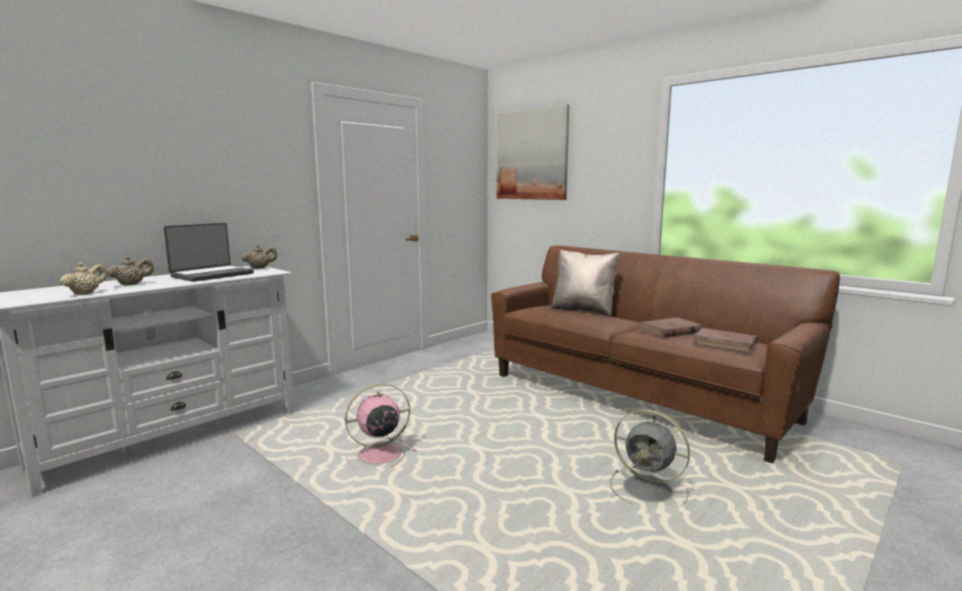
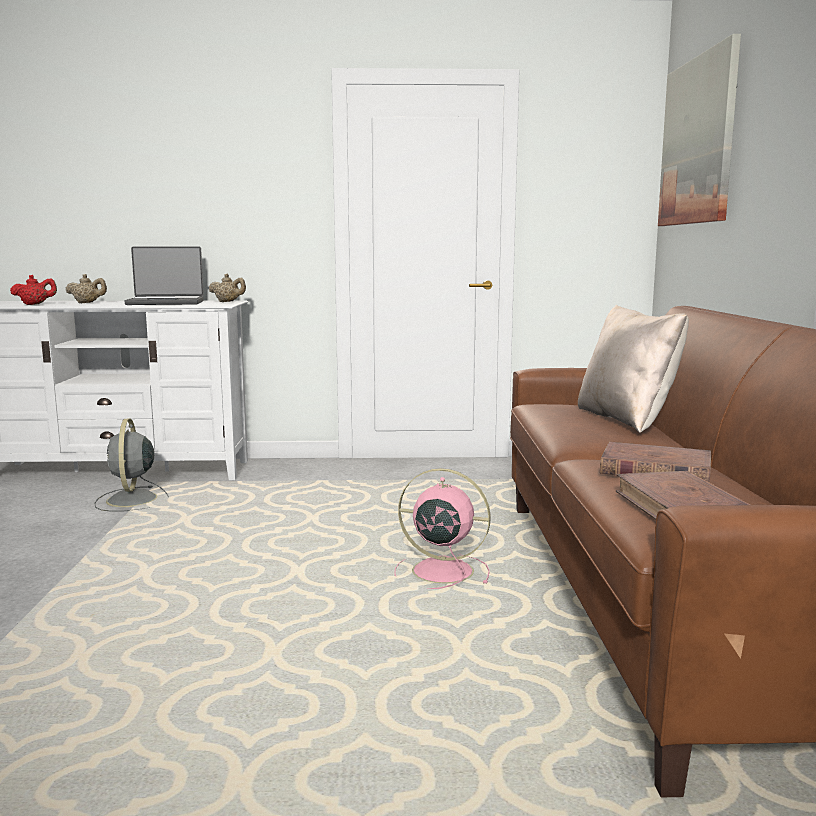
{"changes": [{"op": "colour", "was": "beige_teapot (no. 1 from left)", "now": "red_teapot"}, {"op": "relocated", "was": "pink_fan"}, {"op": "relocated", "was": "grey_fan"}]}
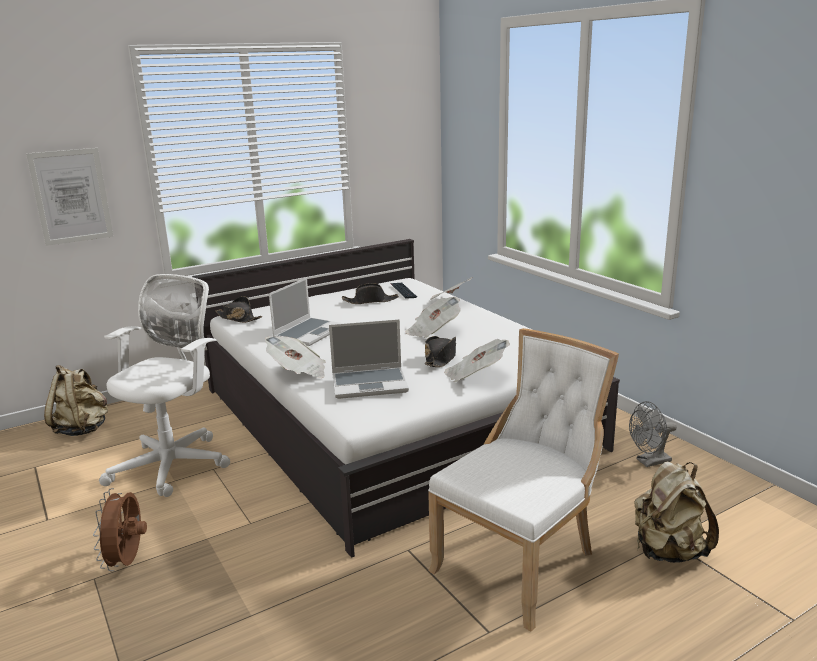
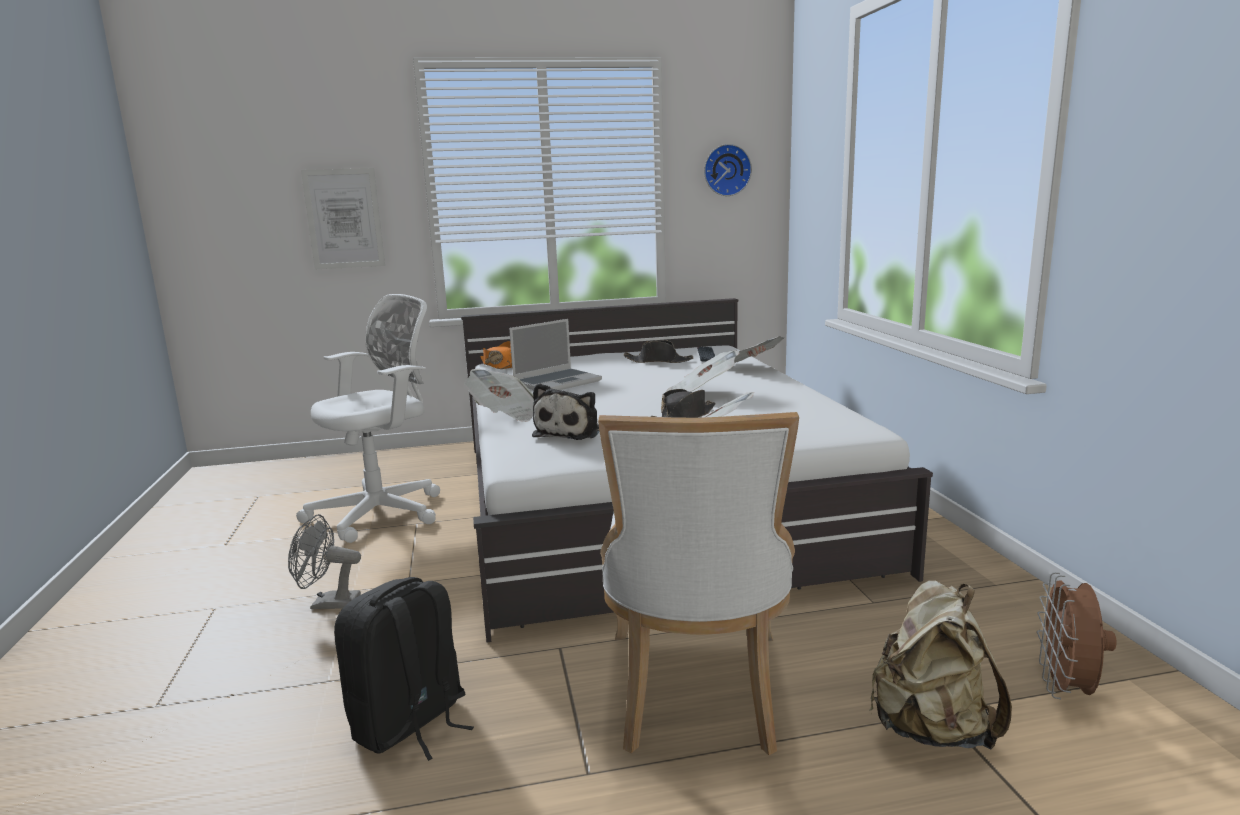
{"changes": [{"op": "missing", "was": "beige_backpack (no. 1 from left)"}, {"op": "relocated", "was": "brown_fan"}, {"op": "colour", "was": "black_hat (no. 1 from left)", "now": "orange_hat"}, {"op": "exchanged", "was": "laptop (no. 2 from left)", "now": "plush_toy"}, {"op": "spun", "was": "white_chair", "clockwise": 120}, {"op": "relocated", "was": "grey_fan"}, {"op": "appeared", "now": "black_backpack"}, {"op": "appeared", "now": "wall_clock"}]}
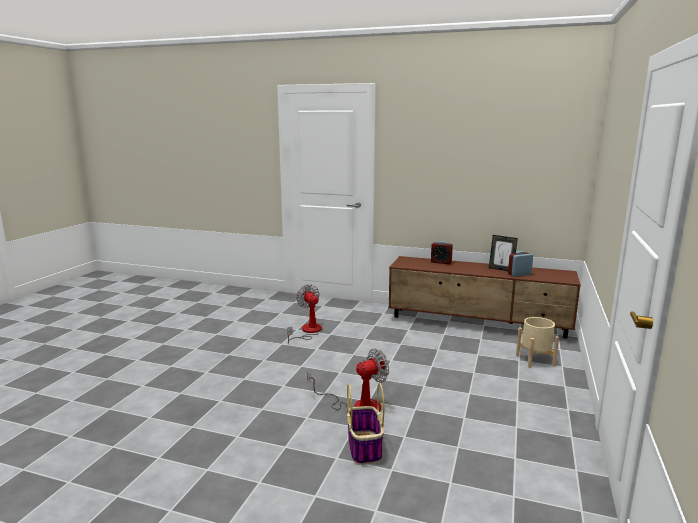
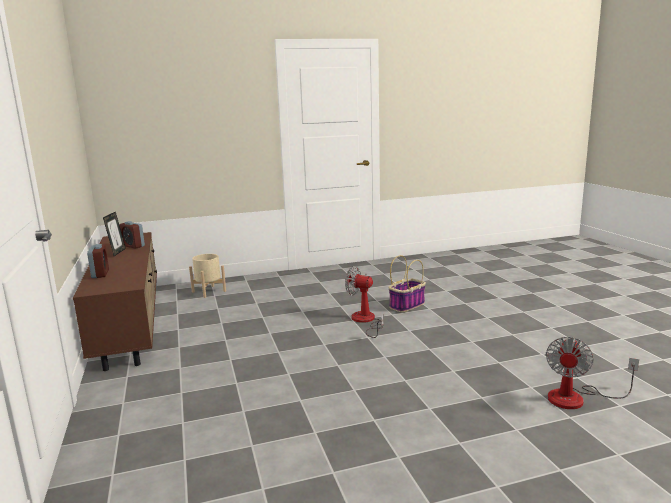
{"changes": [{"op": "relocated", "was": "fan (no. 1 from left in the first image)", "now": "fan (no. 2 from left)"}]}
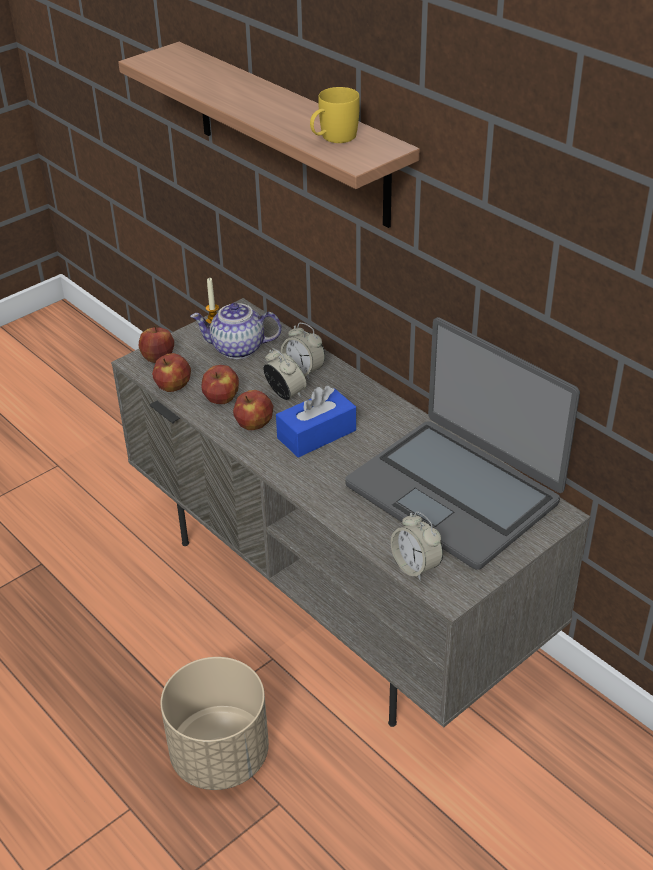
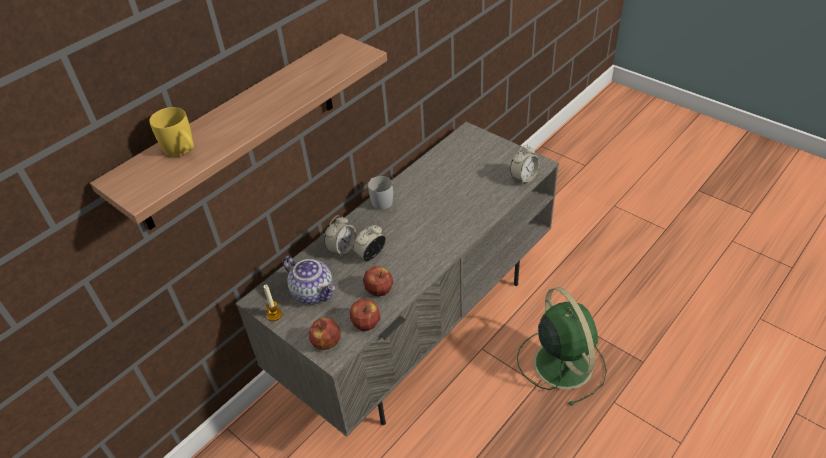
{"changes": [{"op": "exchanged", "was": "beige_planter", "now": "green_fan"}, {"op": "spun", "was": "teapot", "clockwise": -45}, {"op": "missing", "was": "apple (no. 4 from left)"}, {"op": "missing", "was": "blue_tissue_box"}, {"op": "relocated", "was": "yellow_mug"}, {"op": "missing", "was": "laptop"}, {"op": "appeared", "now": "white_mug"}]}
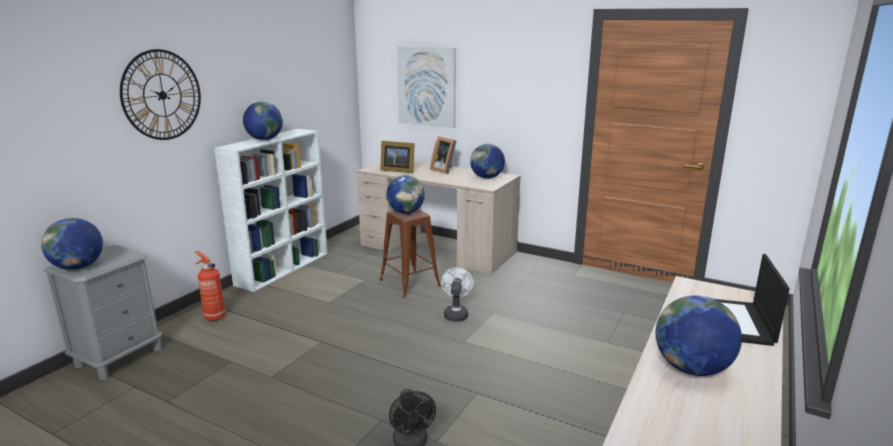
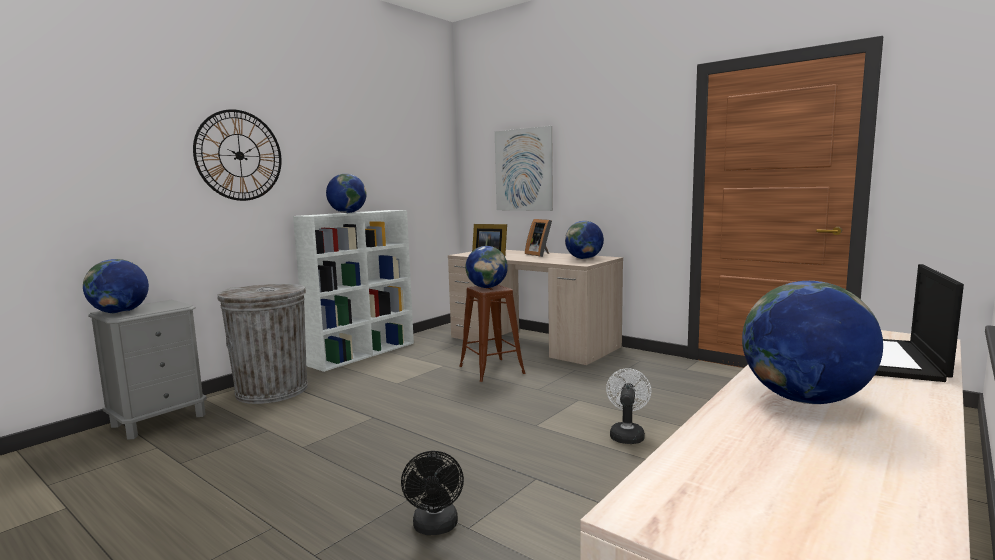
{"changes": [{"op": "exchanged", "was": "fire_extinguisher", "now": "grey_trash_can"}, {"op": "relocated", "was": "white_fan"}]}
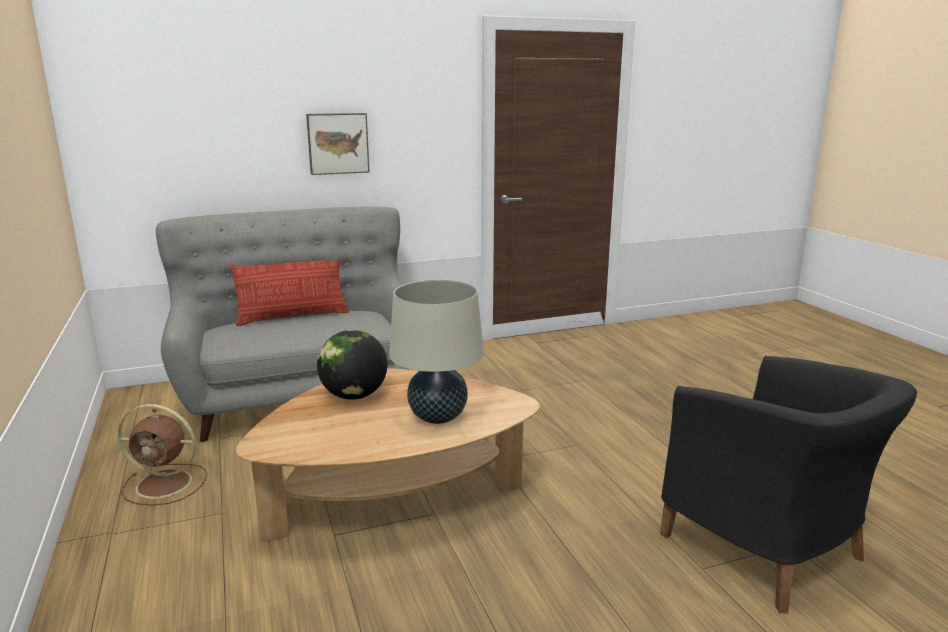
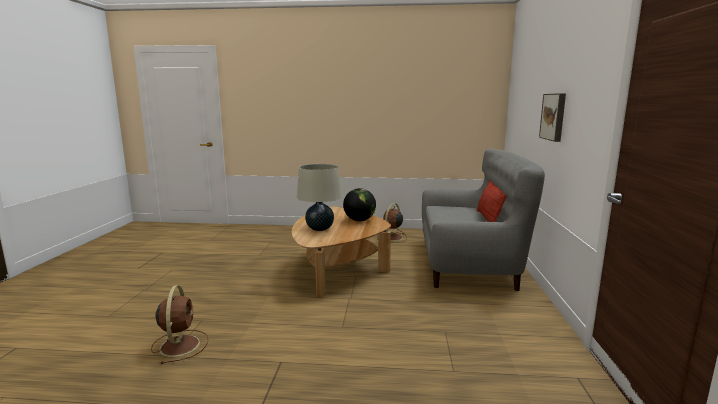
{"changes": [{"op": "exchanged", "was": "black_armchair", "now": "brown_fan (no. 1 from left)"}]}
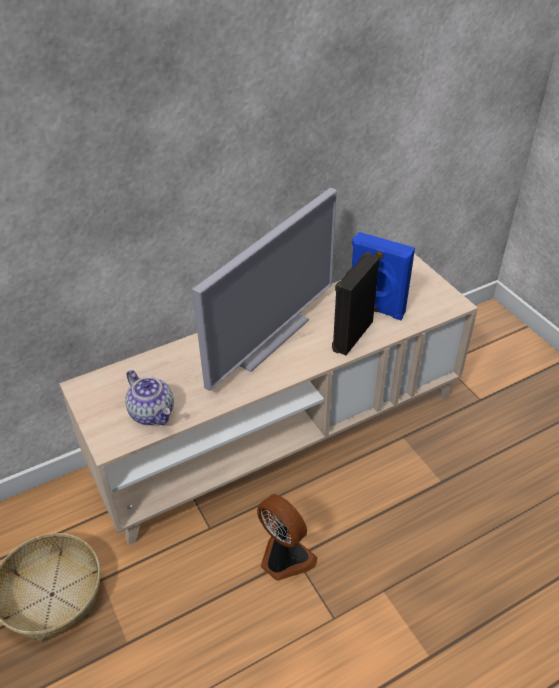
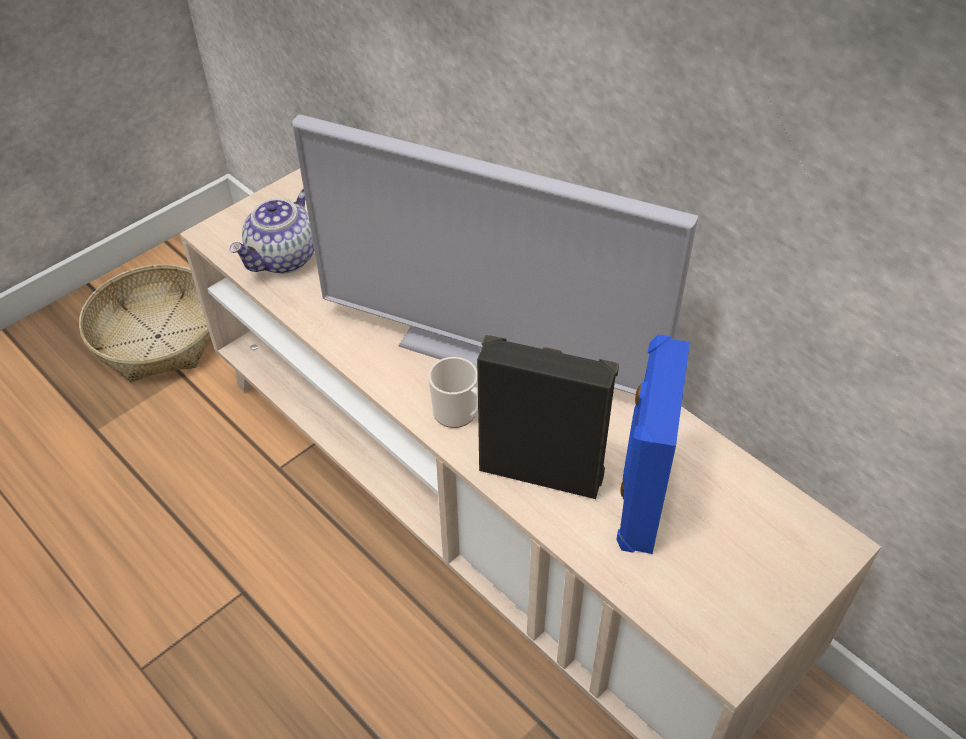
{"changes": [{"op": "missing", "was": "fan"}, {"op": "appeared", "now": "mug"}]}
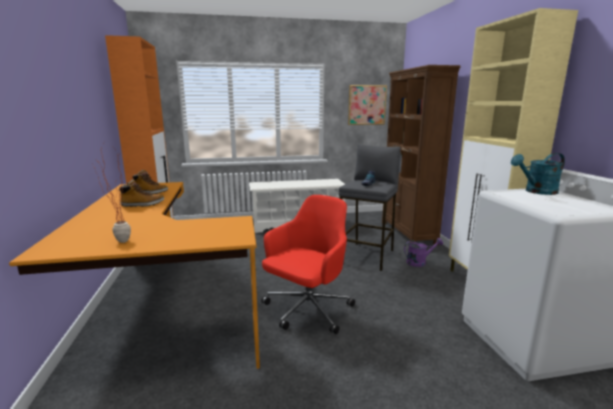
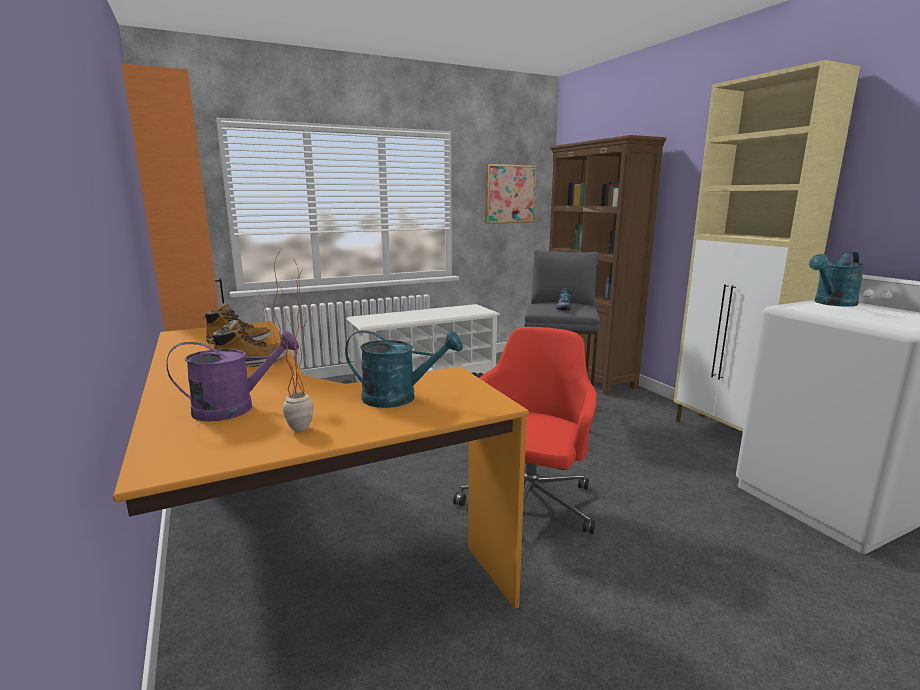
{"changes": [{"op": "relocated", "was": "purple_watering_can"}, {"op": "appeared", "now": "turquoise_watering_can (no. 1 from left)"}]}
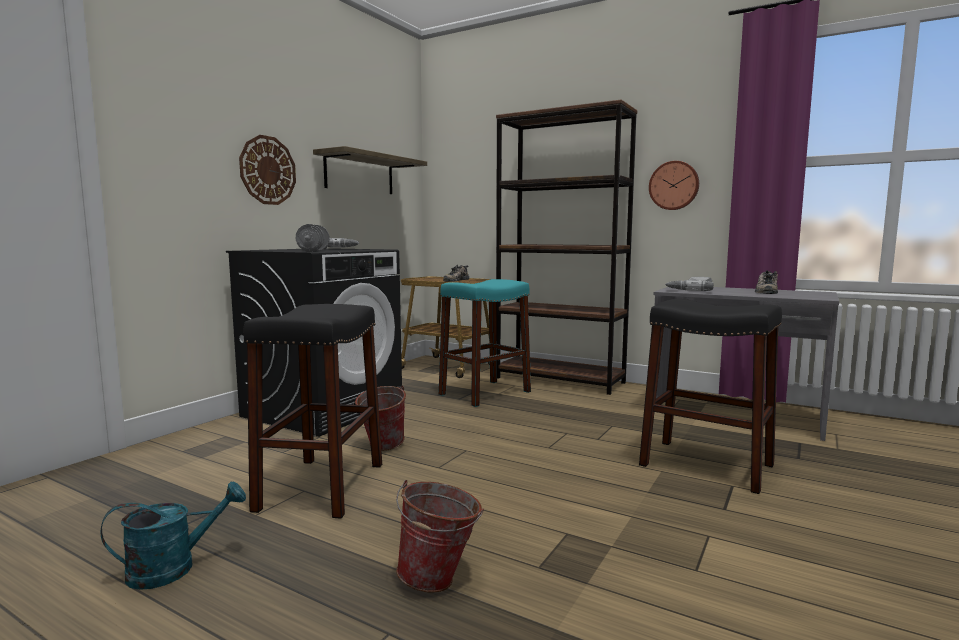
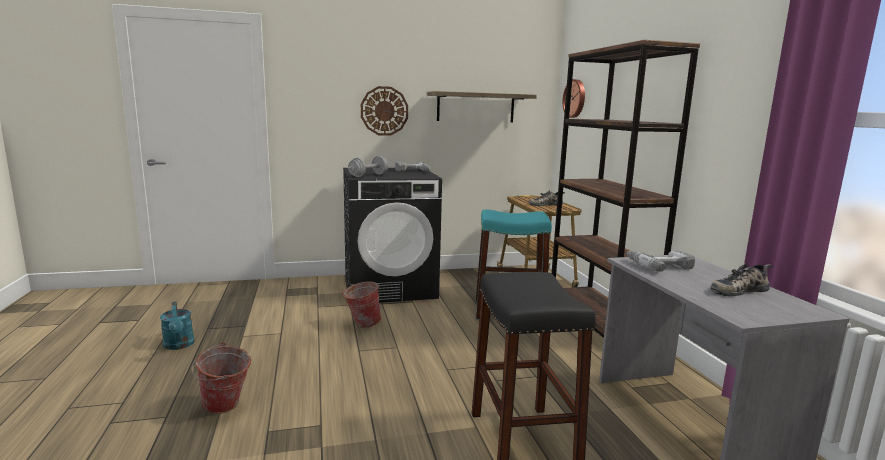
{"changes": [{"op": "spun", "was": "turquoise_watering_can", "clockwise": 45}, {"op": "missing", "was": "black_stool (no. 1 from left)"}, {"op": "relocated", "was": "wall_clock (no. 2 from left)"}]}
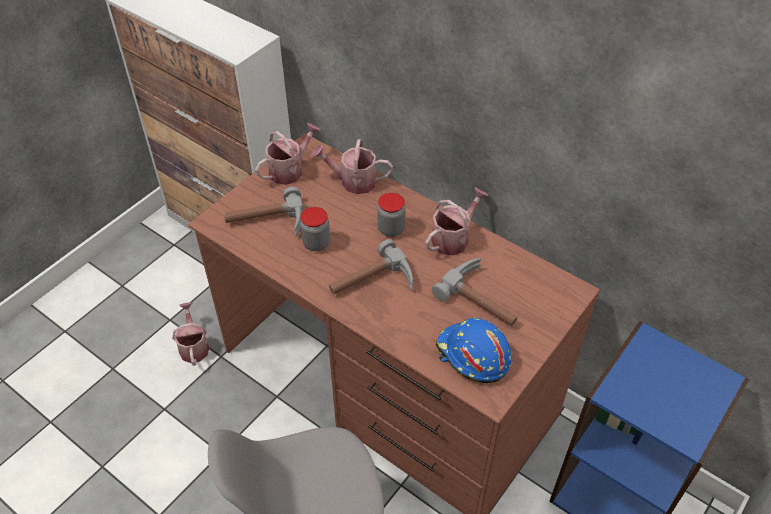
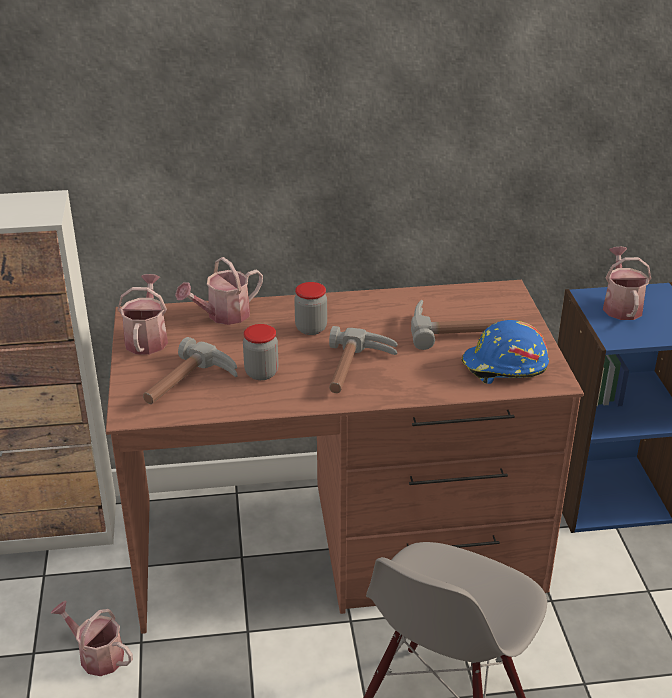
{"changes": [{"op": "relocated", "was": "watering_can (no. 4 from left)"}]}
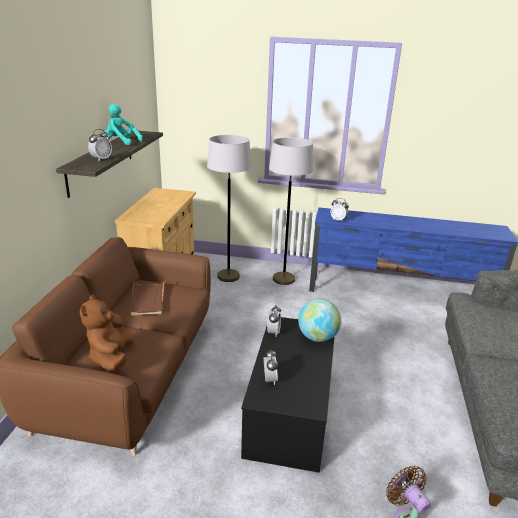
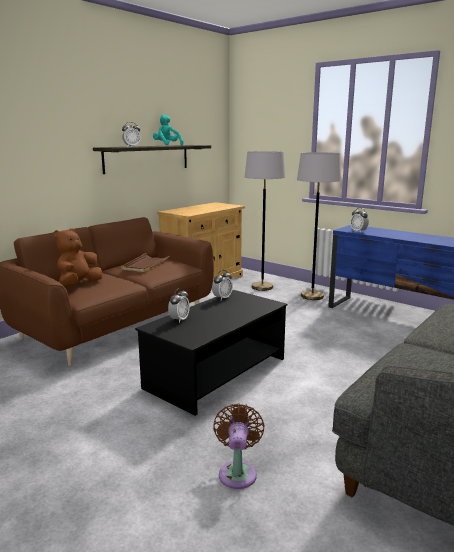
{"changes": [{"op": "missing", "was": "globe"}]}
